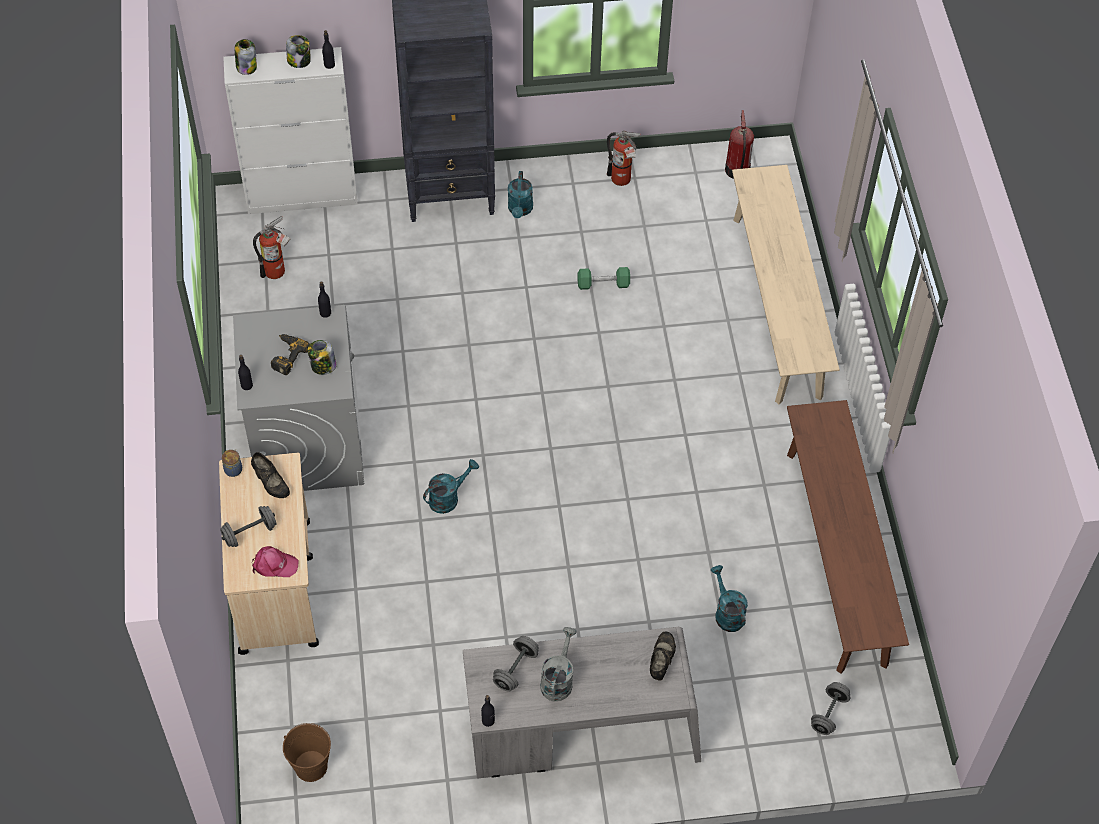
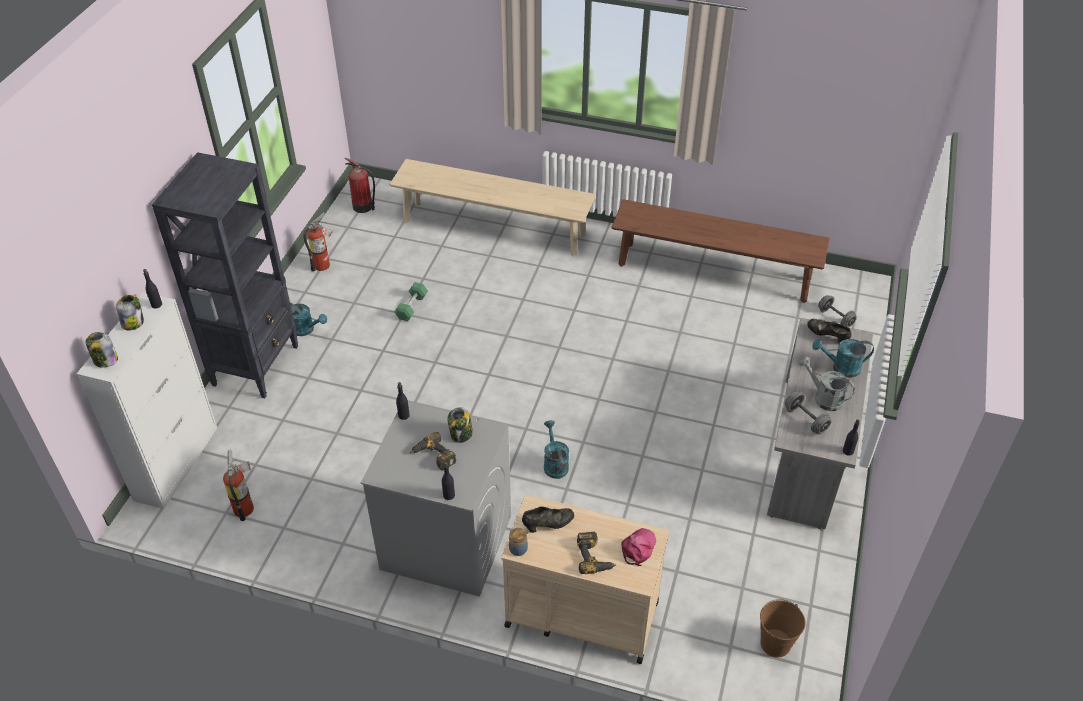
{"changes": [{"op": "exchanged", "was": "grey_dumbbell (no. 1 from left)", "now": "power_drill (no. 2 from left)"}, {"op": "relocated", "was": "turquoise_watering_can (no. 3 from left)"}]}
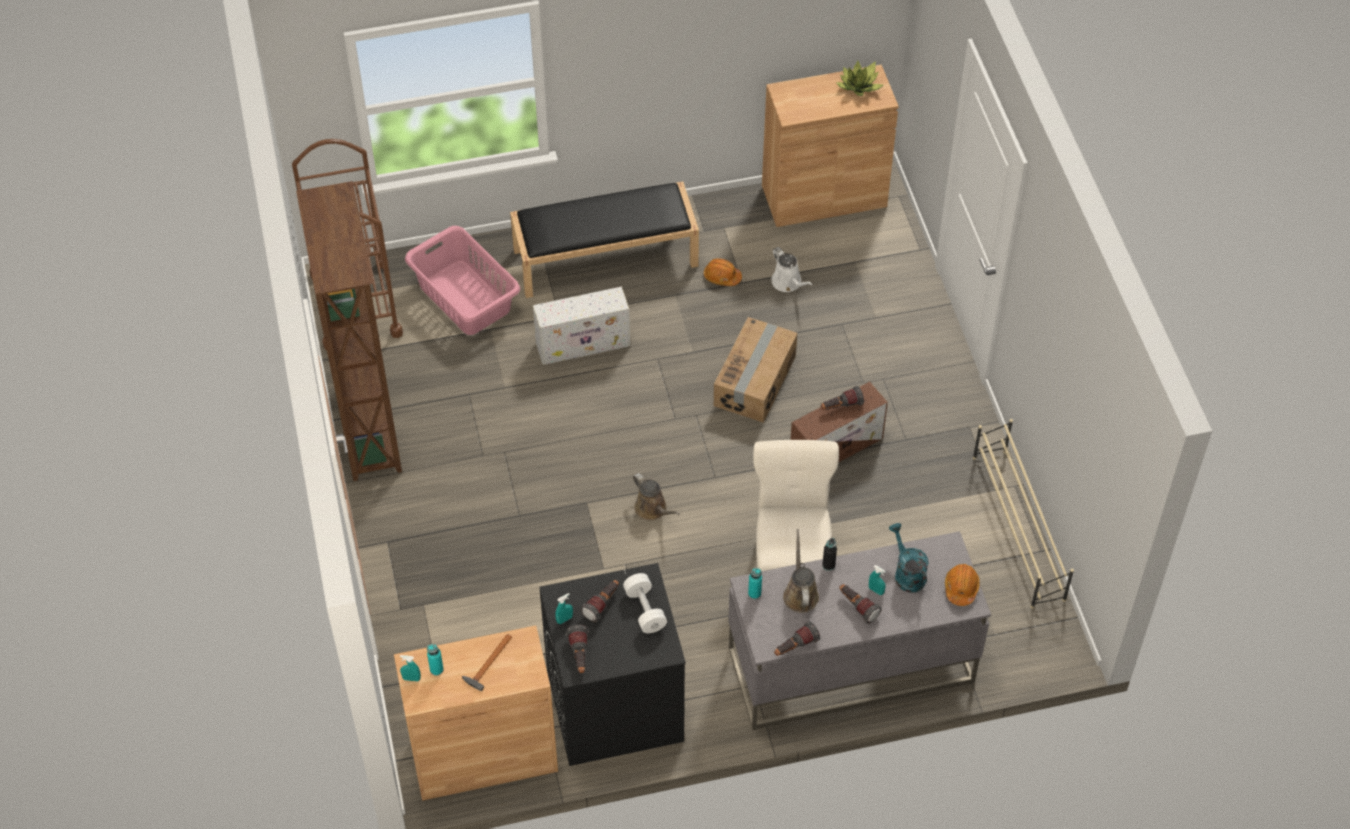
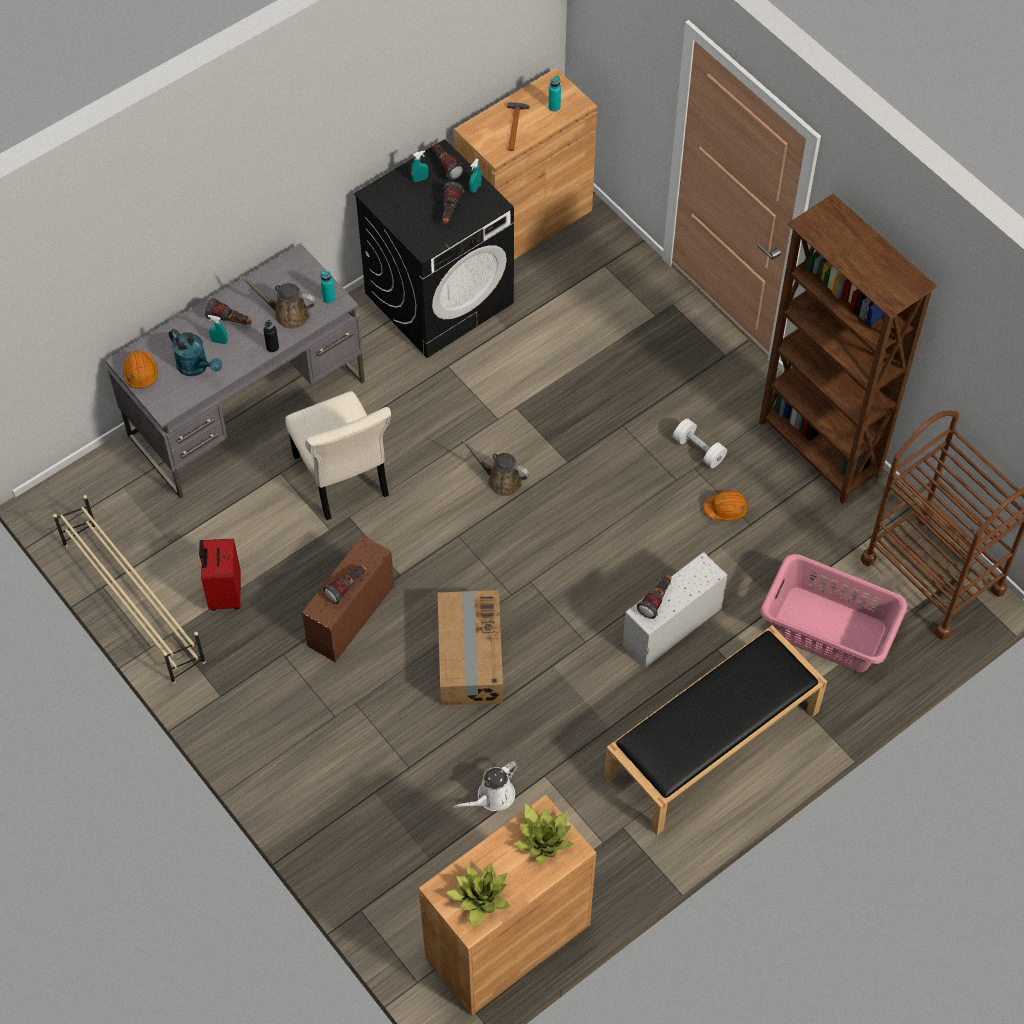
{"changes": [{"op": "relocated", "was": "turquoise_spray_bottle (no. 1 from left in the first image)", "now": "turquoise_spray_bottle (no. 2 from left)"}, {"op": "relocated", "was": "white_dumbbell"}, {"op": "relocated", "was": "orange_hard_hat (no. 1 from left in the first image)", "now": "orange_hard_hat (no. 2 from left)"}, {"op": "spun", "was": "white_watering_can", "clockwise": -75}, {"op": "relocated", "was": "flashlight (no. 3 from left in the first image)", "now": "flashlight (no. 5 from left)"}, {"op": "spun", "was": "brown_watering_can (no. 2 from left in the first image)", "clockwise": 135}, {"op": "appeared", "now": "red_suitcase"}, {"op": "appeared", "now": "potted_plant (no. 2 from left)"}]}
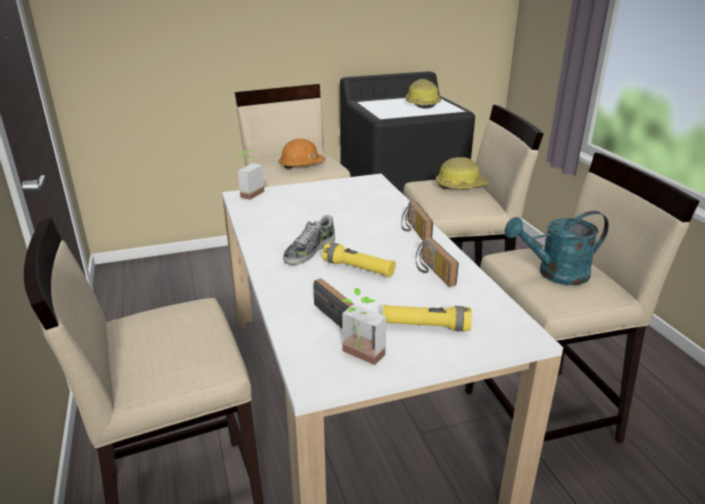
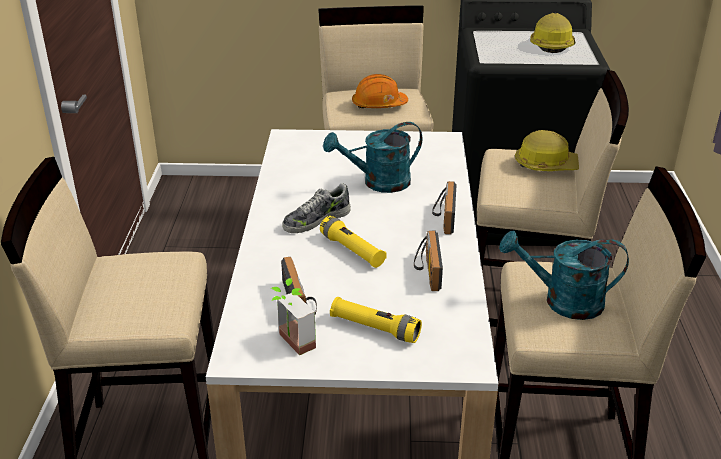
{"changes": [{"op": "missing", "was": "potted_plant (no. 1 from left)"}, {"op": "appeared", "now": "turquoise_watering_can (no. 1 from left)"}]}
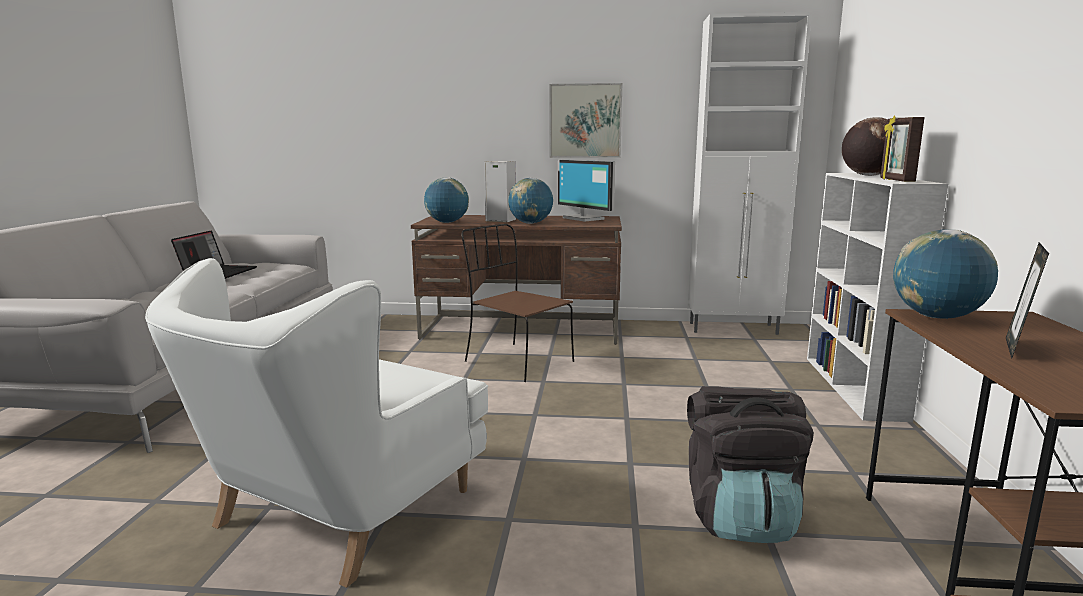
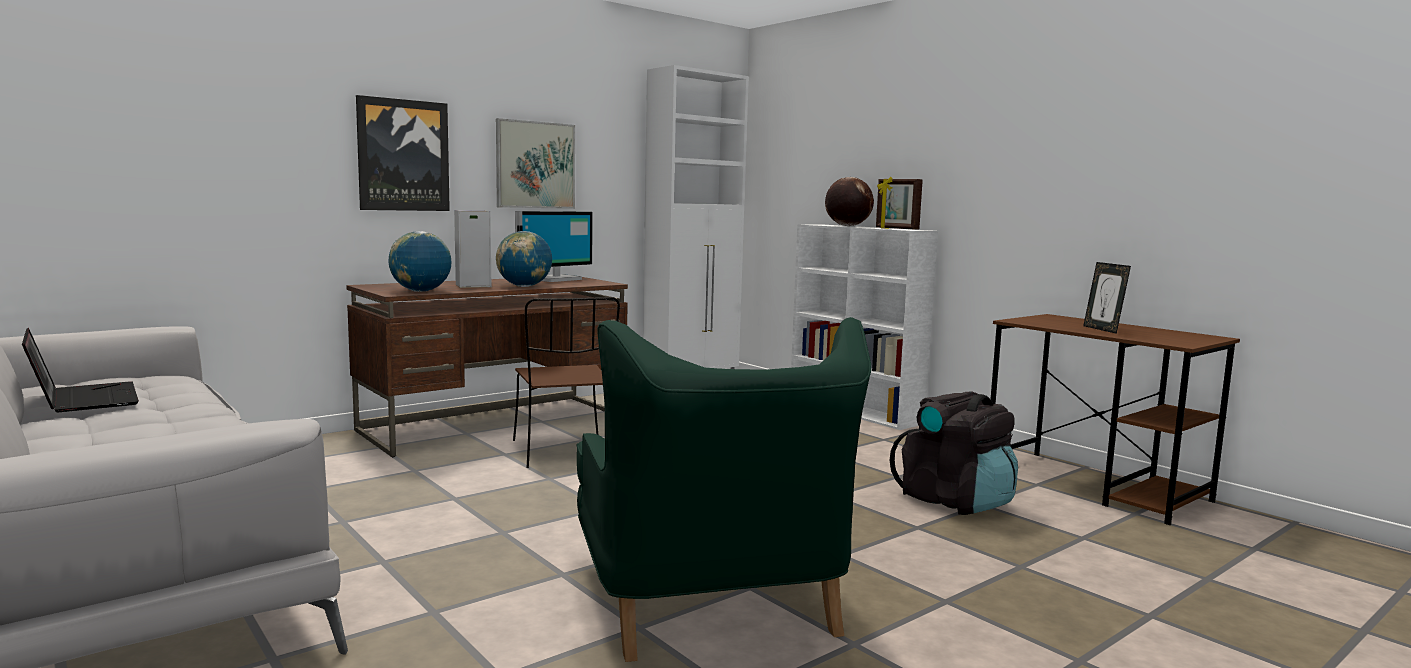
{"changes": [{"op": "colour", "was": "white_armchair", "now": "green_armchair"}, {"op": "spun", "was": "brown_chair", "clockwise": -105}, {"op": "spun", "was": "monitor", "clockwise": -60}, {"op": "missing", "was": "globe (no. 4 from left)"}, {"op": "appeared", "now": "picture (no. 1 from left)"}]}
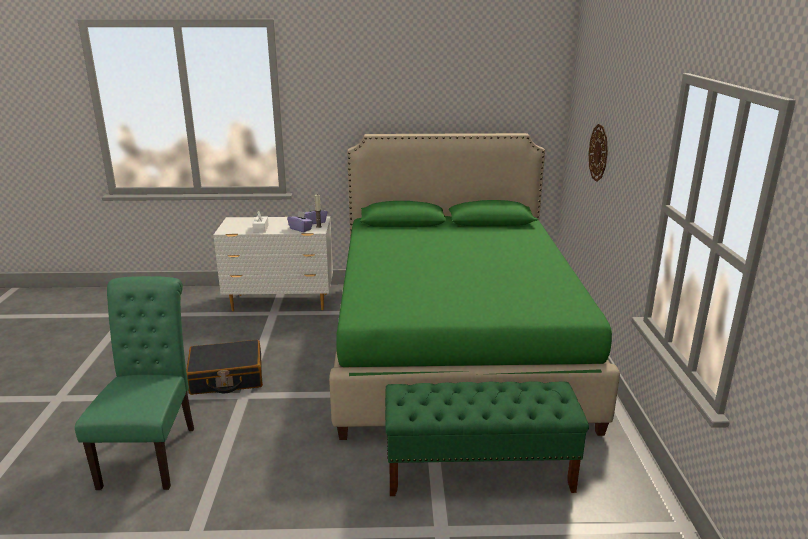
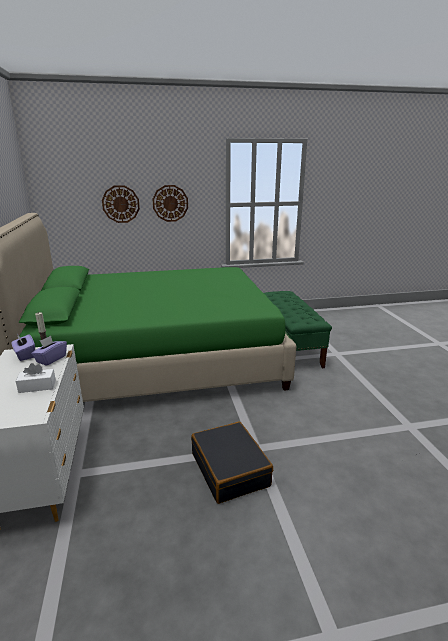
{"changes": [{"op": "missing", "was": "green_chair"}, {"op": "appeared", "now": "wall_clock (no. 2 from left)"}]}
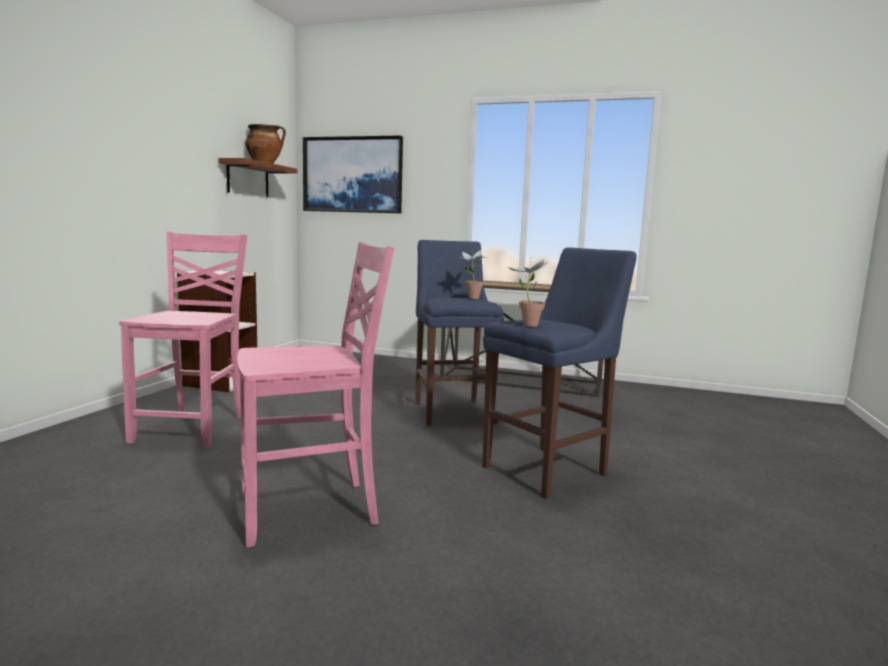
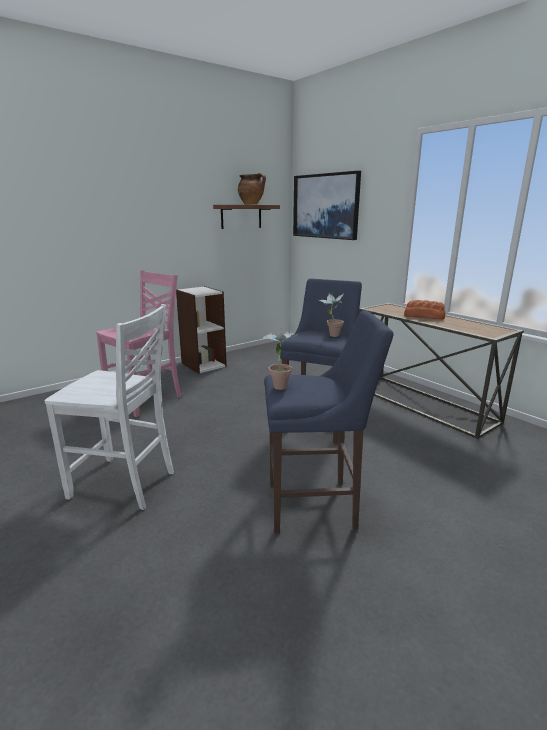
{"changes": [{"op": "colour", "was": "pink_chair (no. 2 from left)", "now": "white_chair"}, {"op": "appeared", "now": "bread"}]}
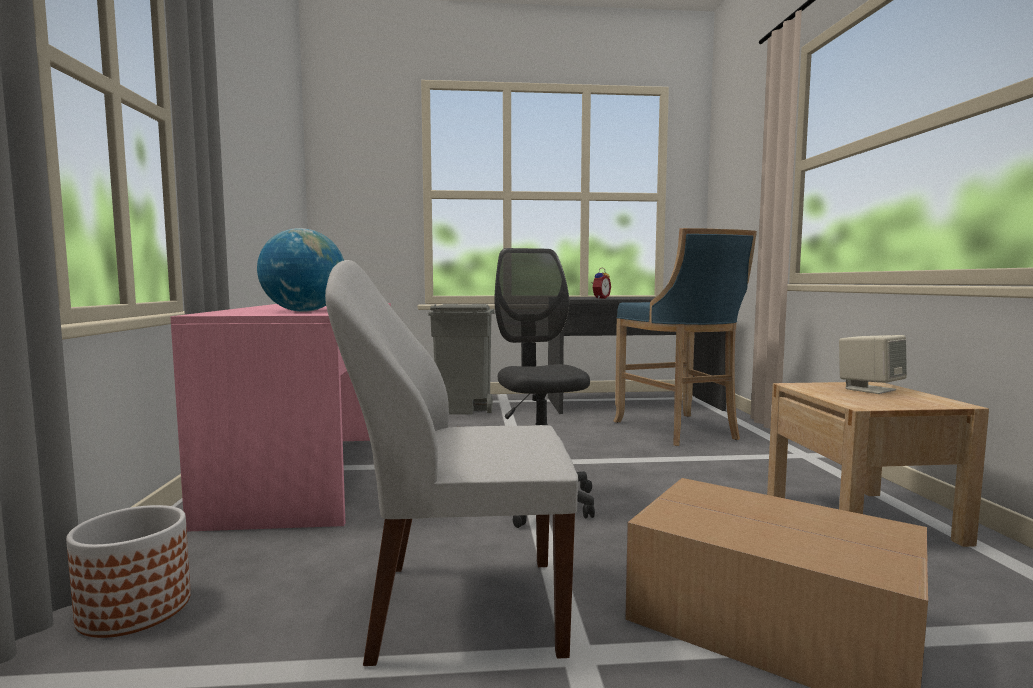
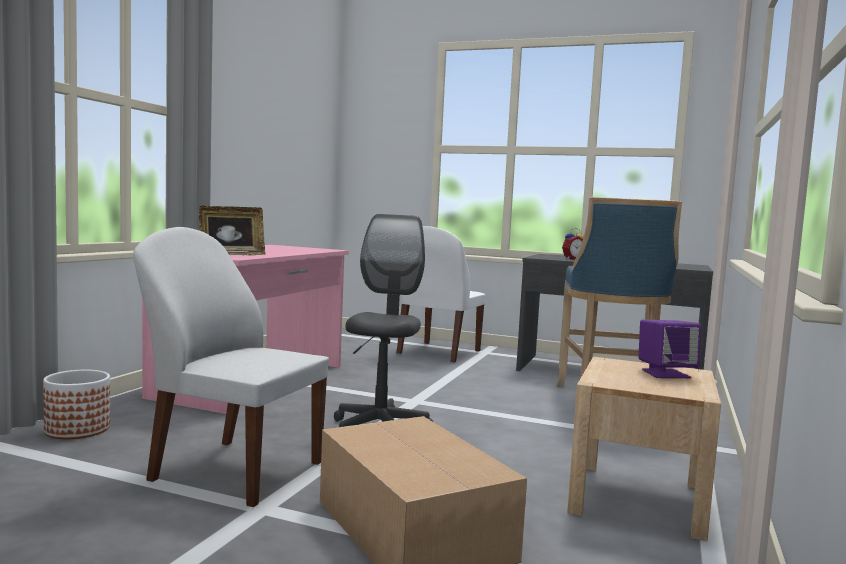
{"changes": [{"op": "exchanged", "was": "globe", "now": "picture_frame"}, {"op": "exchanged", "was": "grey_trash_can", "now": "white_chair (no. 2 from left)"}, {"op": "colour", "was": "beige_speaker", "now": "purple_speaker"}]}
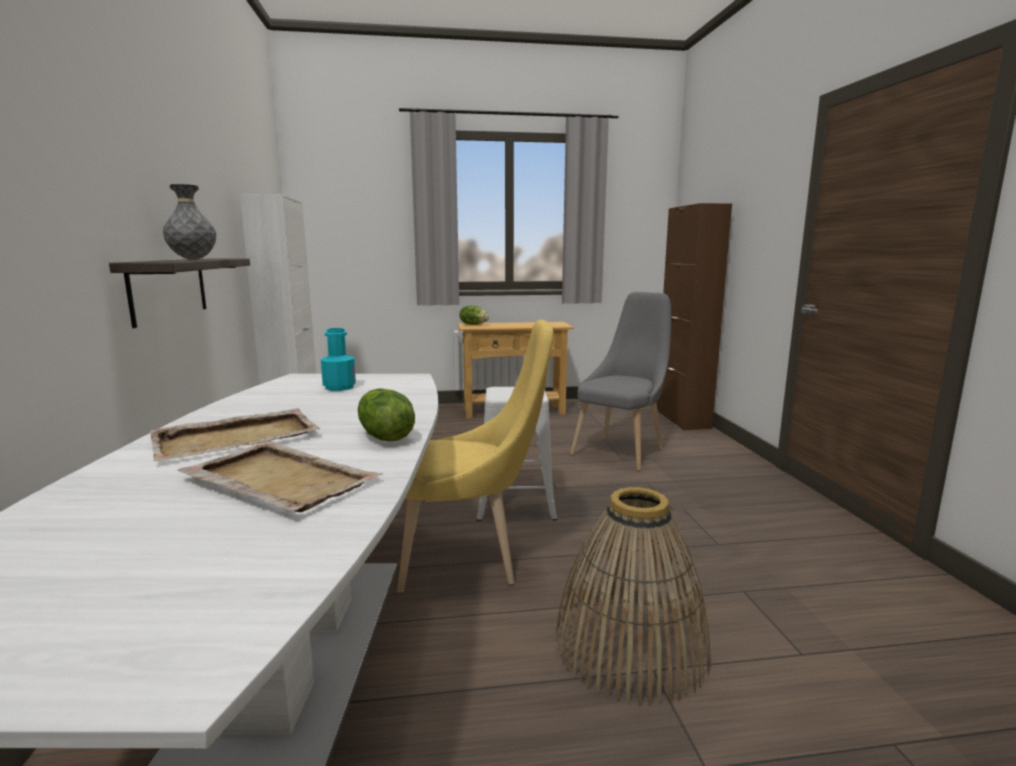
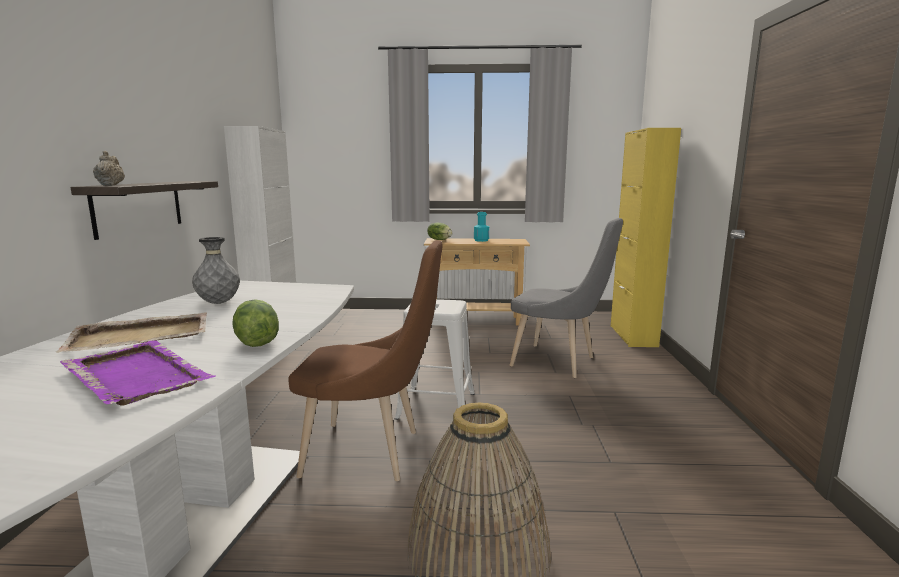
{"changes": [{"op": "relocated", "was": "grey_vase"}, {"op": "colour", "was": "beige_tray (no. 2 from left)", "now": "purple_tray"}, {"op": "relocated", "was": "turquoise_bottle"}, {"op": "colour", "was": "yellow_chair", "now": "brown_chair"}, {"op": "spun", "was": "grey_chair", "clockwise": 75}, {"op": "colour", "was": "brown_cabinet", "now": "yellow_cabinet"}, {"op": "appeared", "now": "beige_teapot"}]}
